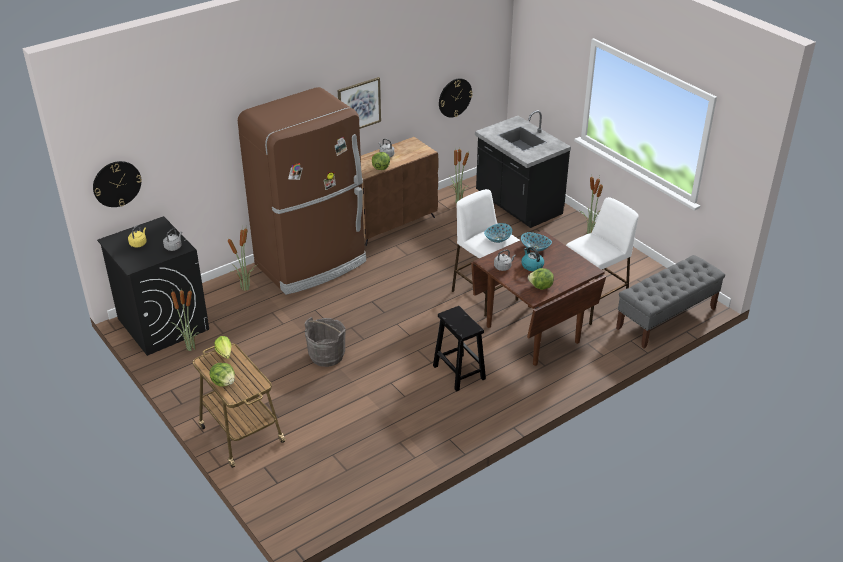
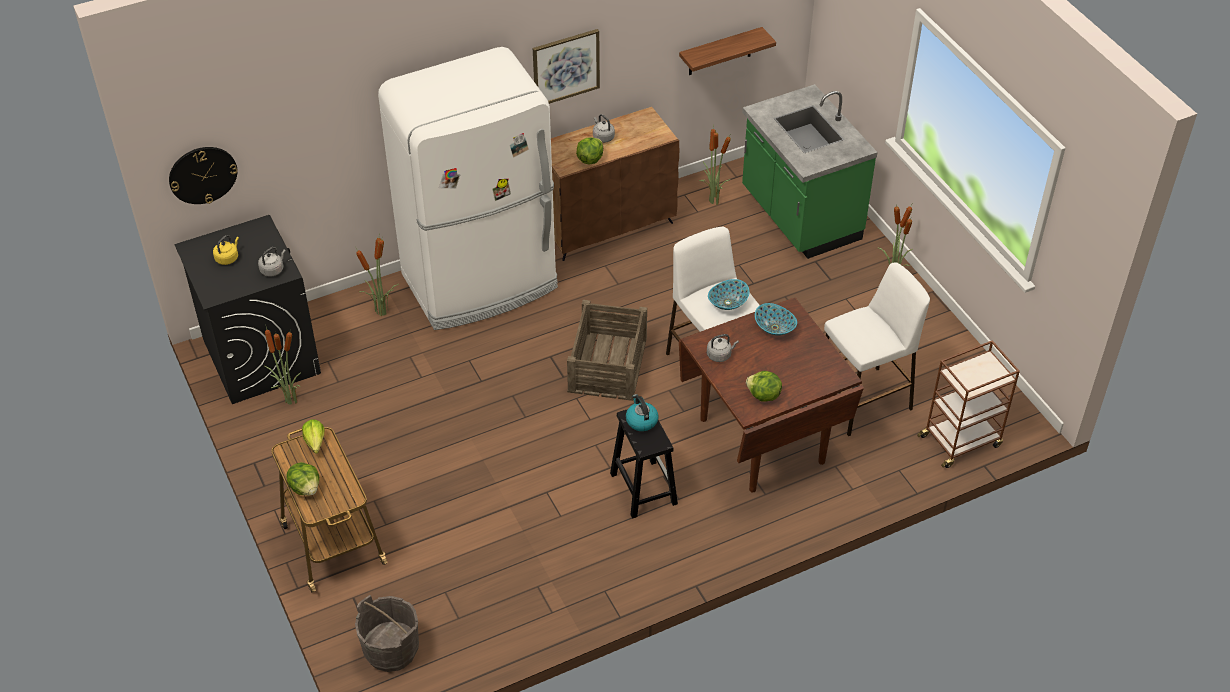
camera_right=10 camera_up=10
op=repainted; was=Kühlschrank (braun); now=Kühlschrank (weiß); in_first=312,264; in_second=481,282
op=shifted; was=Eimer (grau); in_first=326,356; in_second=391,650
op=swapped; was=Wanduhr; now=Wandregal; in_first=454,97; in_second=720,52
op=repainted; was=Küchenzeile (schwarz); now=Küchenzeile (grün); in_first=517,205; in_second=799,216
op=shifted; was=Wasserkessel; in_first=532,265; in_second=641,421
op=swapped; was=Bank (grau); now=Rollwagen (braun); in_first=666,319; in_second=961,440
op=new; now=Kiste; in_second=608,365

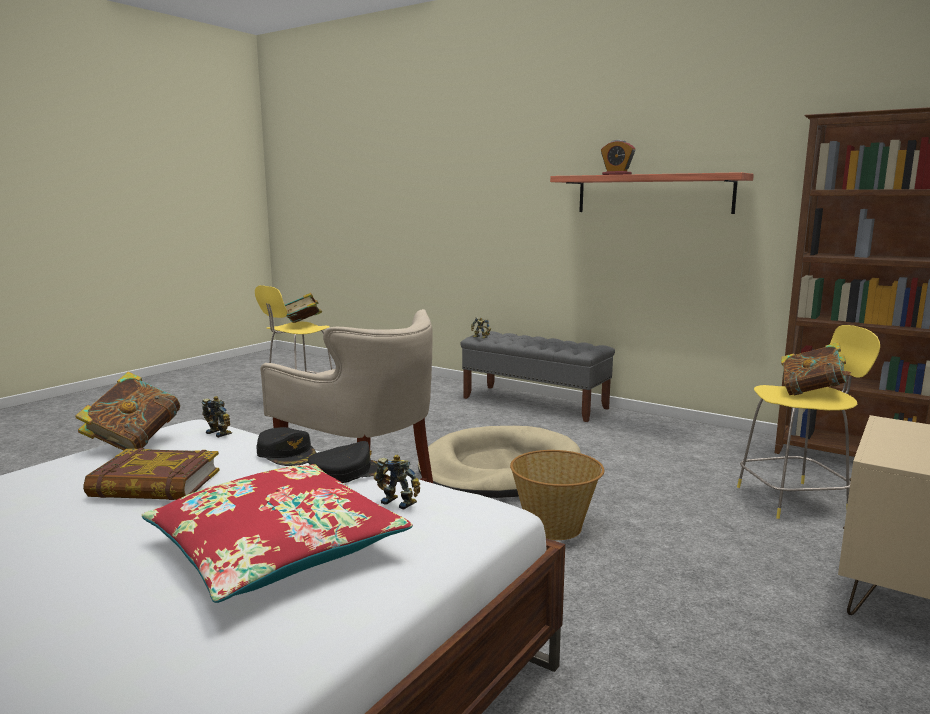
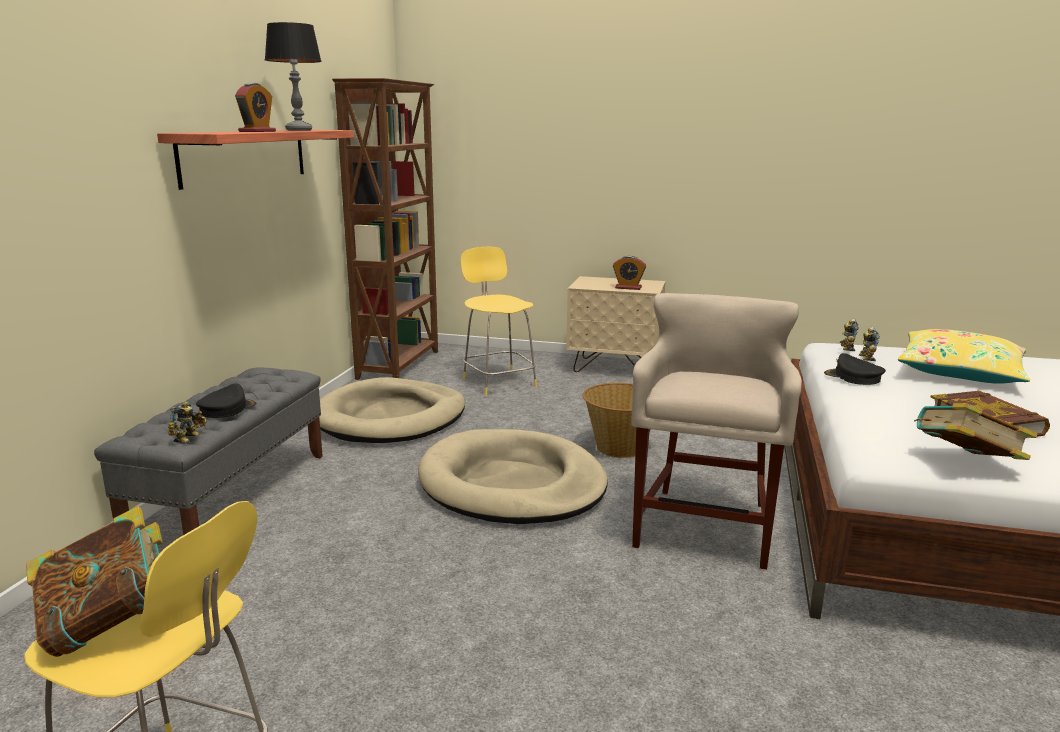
camera_right=-110 camera_up=5
op=repainted; was=Kissen (rot); now=Kissen (gelb); in_first=276,549; in_second=960,371
op=shifted; was=Spielzeugroboter; in_first=220,432; in_second=846,348
op=shifted; was=Kappe (schwarz); in_first=287,453; in_second=227,409
op=gone; was=Buch; in_first=811,393
op=new; now=Tischlampe; in_second=299,130
op=new; now=Hundebett (beige); in_second=390,417
op=new; now=Wecker; in_second=628,287

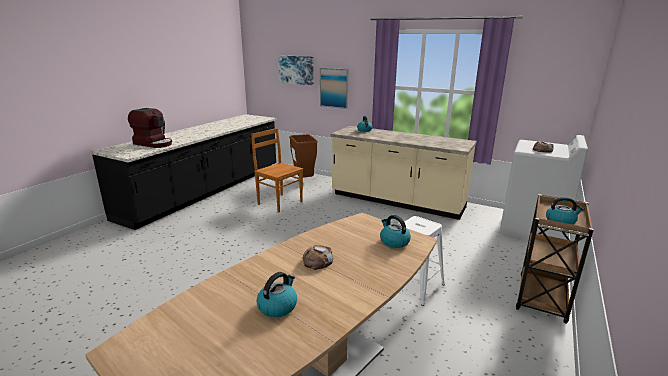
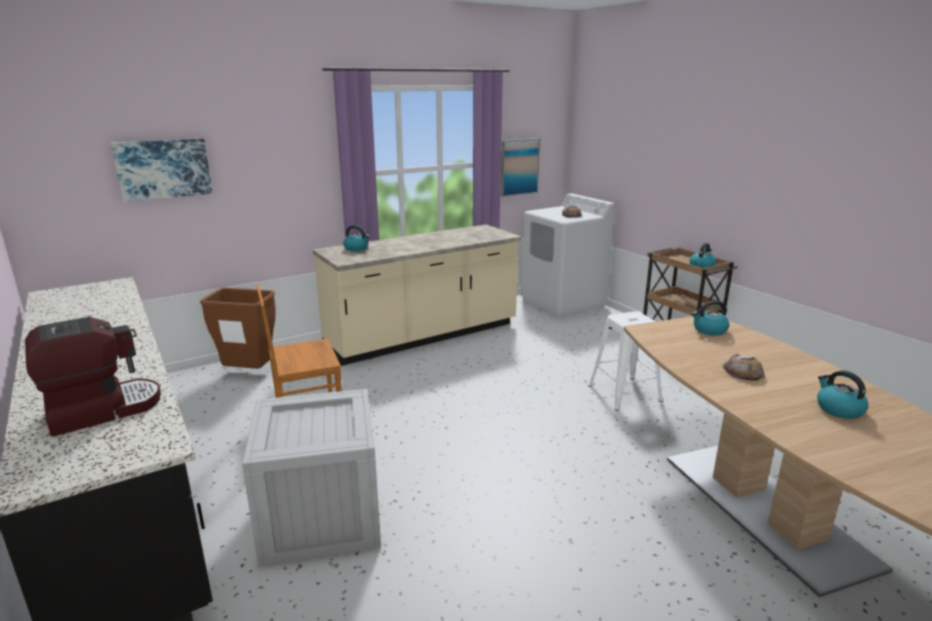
camera_right=-60 camera_up=0
op=shifted; was=Bild; in_first=334,88; in_second=519,167
op=new; now=Kiste; in_second=319,516

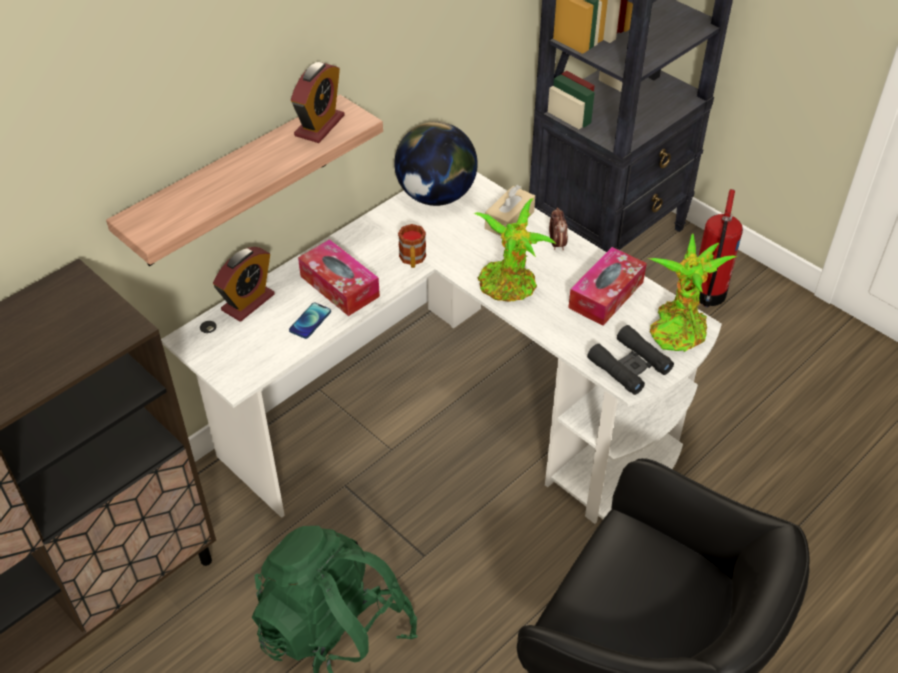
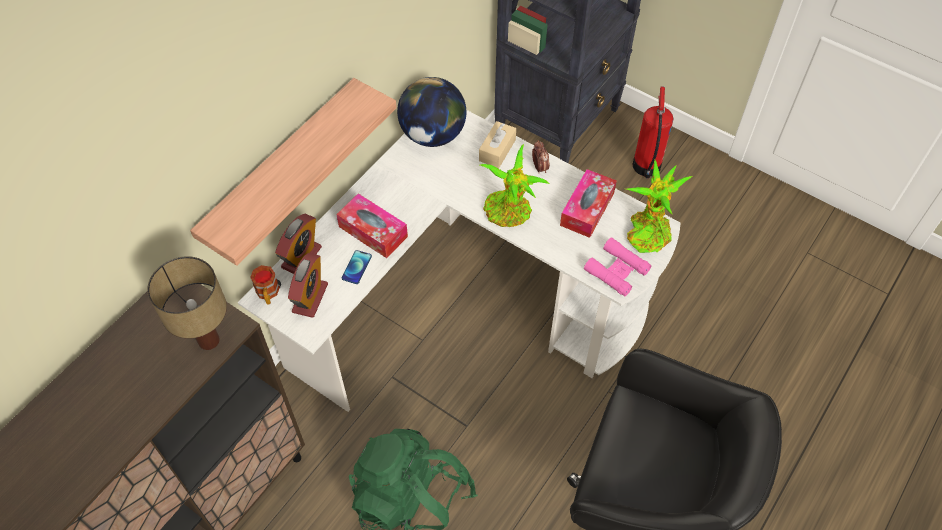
camera_right=-10 camera_up=10
op=shifted; was=Wecker; in_first=319,126; in_second=310,298
op=shifted; was=Henkelbecher; in_first=412,260; in_second=268,294
op=repainted; was=Fernglas (schwarz); now=Fernglas (rosa); in_first=629,366; in_second=616,271
op=new; now=Tischlampe; in_second=207,340

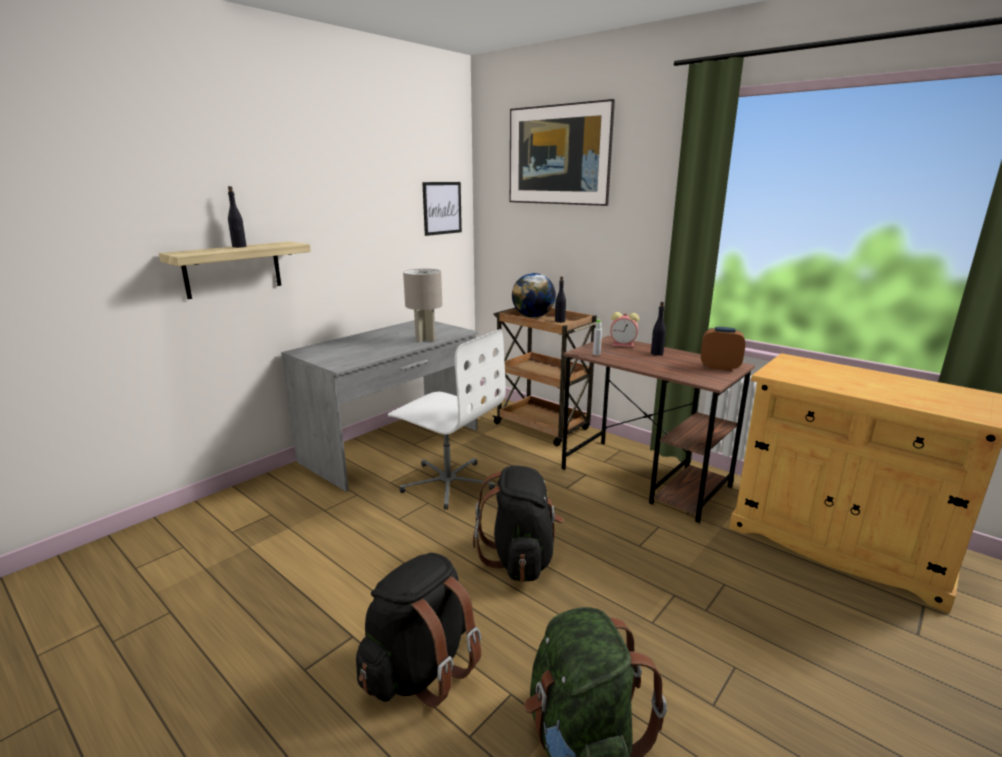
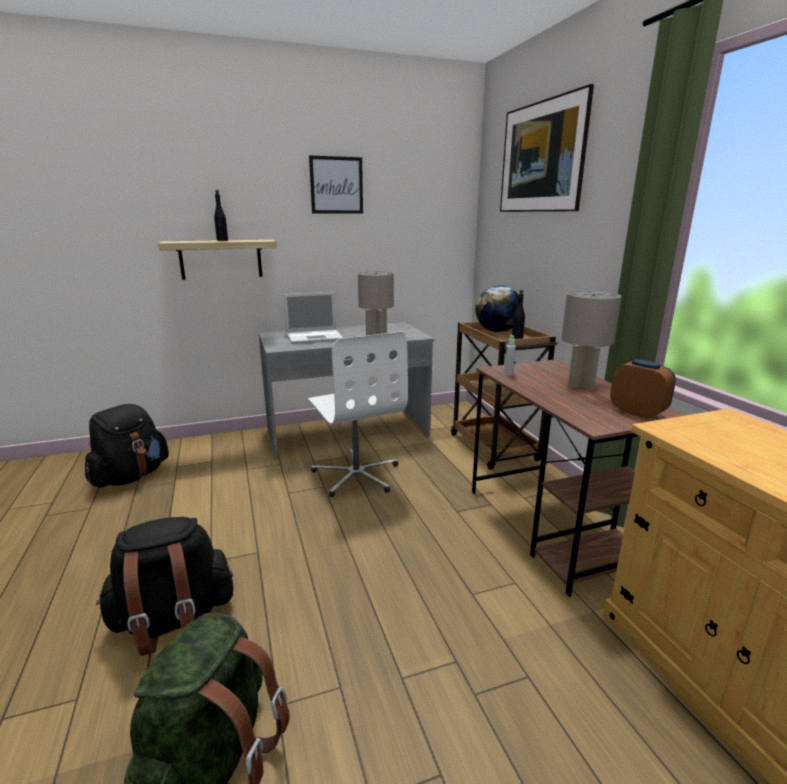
camera_right=30 camera_up=0
op=shifted; was=Bild; in_first=442,208; in_second=336,185
op=shifted; was=Rucksack (schwarz); in_first=520,558; in_second=131,476
op=gone; was=Wecker; in_first=623,345
op=swapped; was=Flasche (schwarz); now=Tischlampe (grau); in_first=657,353; in_second=580,385
op=new; now=Laptop; in_second=315,337

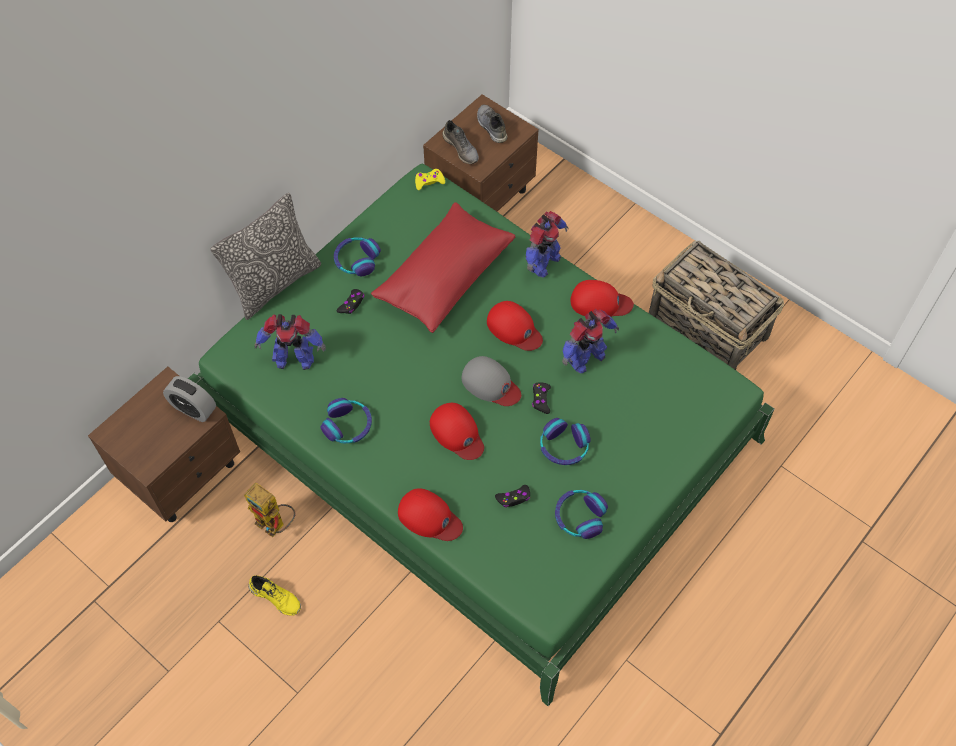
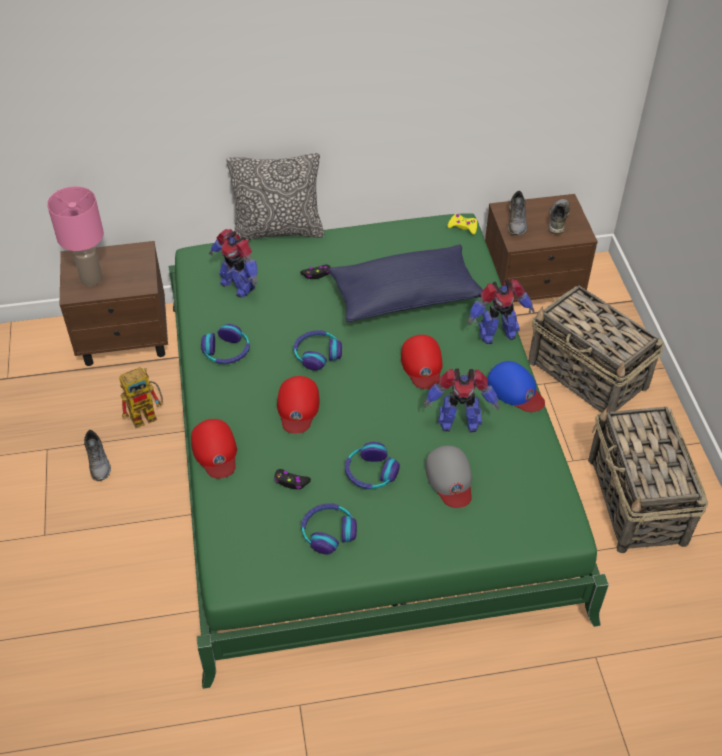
camera_right=40 camera_up=-10
op=gone; was=Wecker; in_first=193,409
op=rotated; was=Spielzeugroboter; in_first=275,525; in_second=148,414; clockwise=-105
op=repainted; was=Schuh (gelb); now=Schuh (grau); in_first=276,597; in_second=98,461
op=shifted; was=Kopfhörer; in_first=356,260; in_second=317,354
op=repainted; was=Kissen (rot); now=Kissen (blau); in_first=445,277; in_second=405,297
op=shifted; was=Kappe (grau); in_first=490,384; in_second=450,479
op=gone; was=Gamepad (schwarz); in_first=541,399
op=repainted; was=Kappe (rot); now=Kappe (blau); in_first=600,302; in_second=515,390
op=new; now=Tischlampe (rosa); in_second=91,278
op=new; now=Korb; in_second=588,376

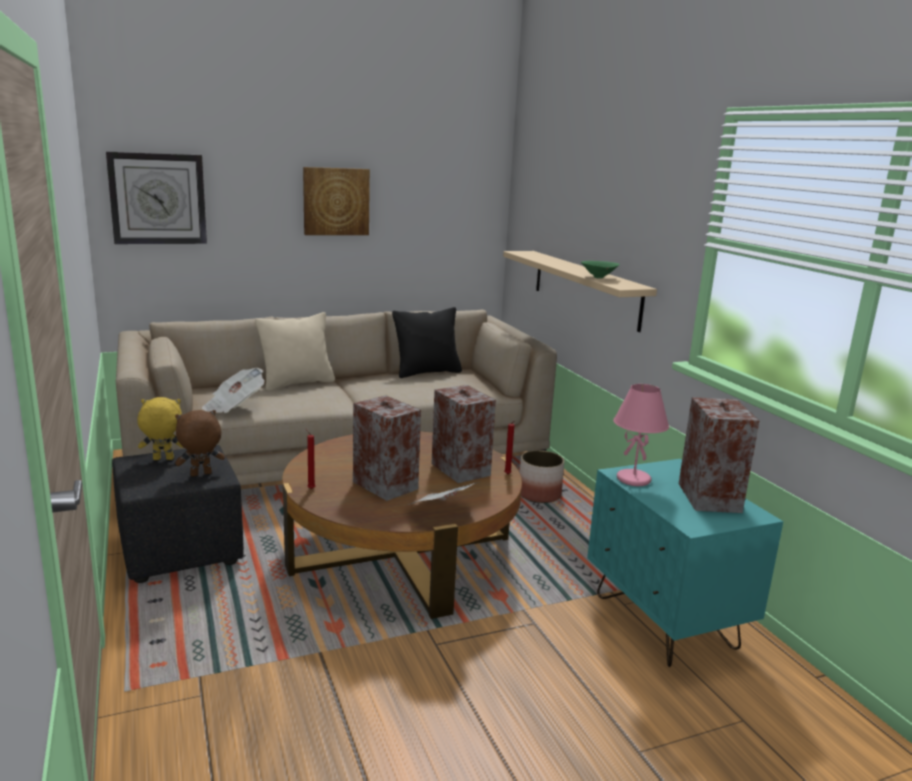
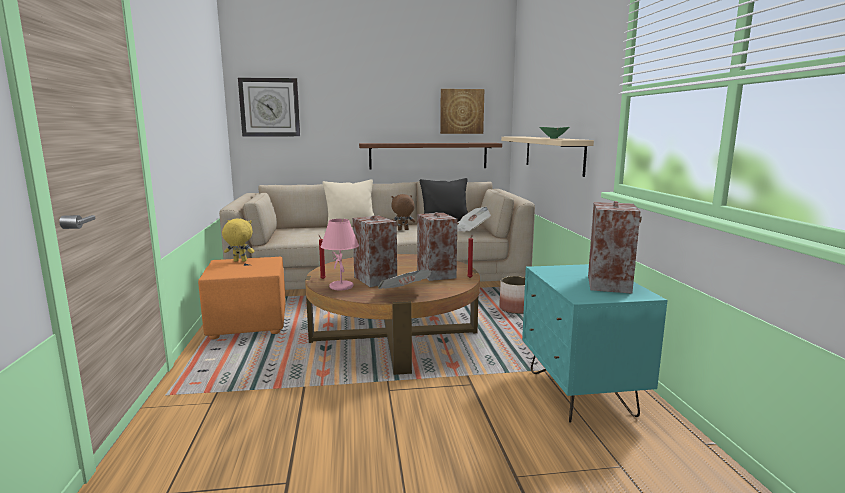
camera_right=15 camera_up=-5
op=repainted; was=Polsterhocker (schwarz); now=Polsterhocker (orange); in_first=179,552; in_second=247,325
op=shifted; was=Plüschtier (braun); in_first=201,475; in_second=402,230
op=shifted; was=Zeitung; in_first=234,406; in_second=471,230
op=shifted; was=Bild; in_first=336,201; in_second=461,111
op=shifted; was=Tischlampe (rosa); in_first=634,479; in_second=342,287
op=new; now=Wandregal (braun); in_second=428,155

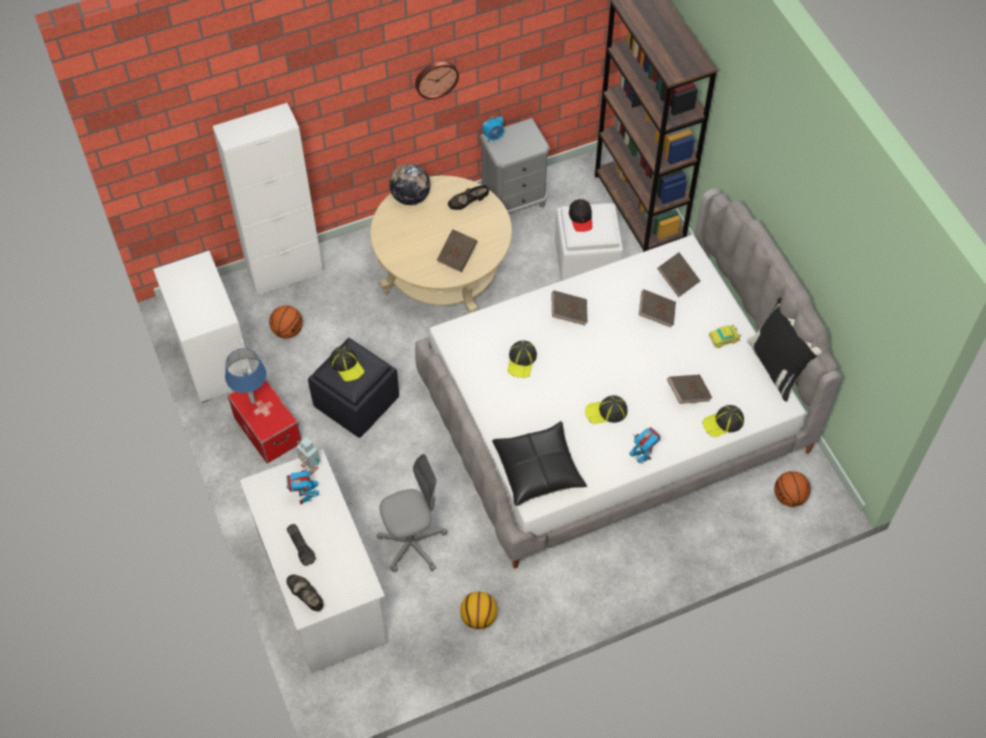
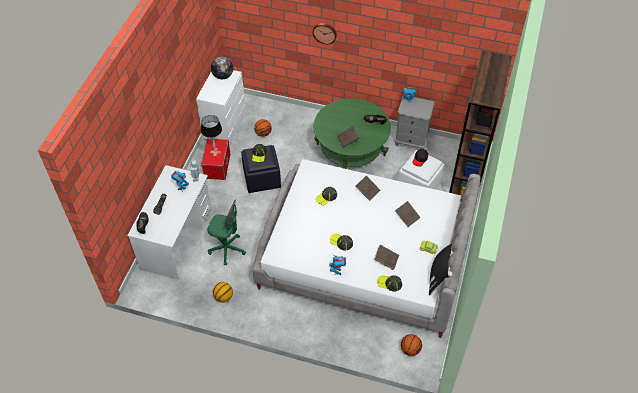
camera_right=40 camera_up=-5
op=gone; was=Schrank (weiß); in_first=285,272
op=repainted; was=Tischlampe (blau); now=Tischlampe (schwarz); in_first=253,401; in_second=214,147
op=repainted; was=Couchtisch (beige); now=Couchtisch (grün); in_first=443,270; in_second=350,150
op=repainted; was=Bürostuhl (grau); now=Bürostuhl (grün); in_first=412,544; in_second=227,249
op=shifted; was=Globus; in_first=410,197; in_second=223,76
op=shifted; was=Wanduhr; in_first=436,78; in_second=325,32
op=gone; was=Kissen (schwarz); in_first=538,469
op=gone; was=Buch (braun); in_first=678,280

